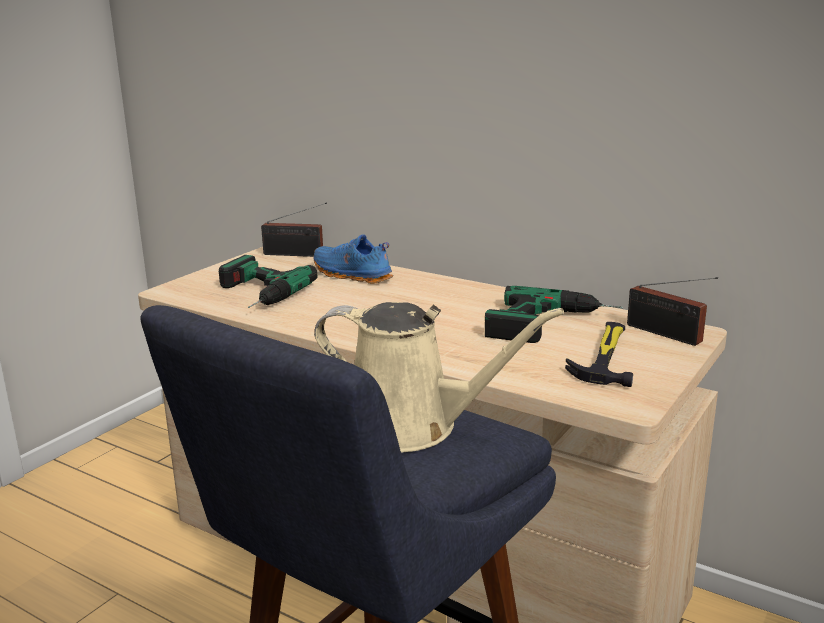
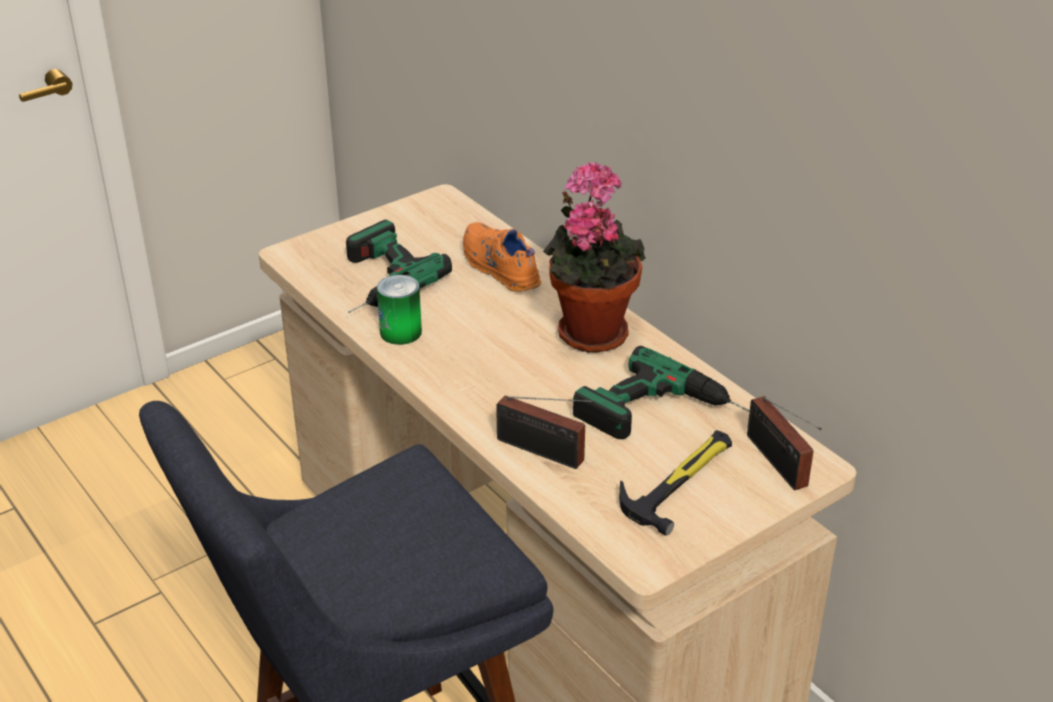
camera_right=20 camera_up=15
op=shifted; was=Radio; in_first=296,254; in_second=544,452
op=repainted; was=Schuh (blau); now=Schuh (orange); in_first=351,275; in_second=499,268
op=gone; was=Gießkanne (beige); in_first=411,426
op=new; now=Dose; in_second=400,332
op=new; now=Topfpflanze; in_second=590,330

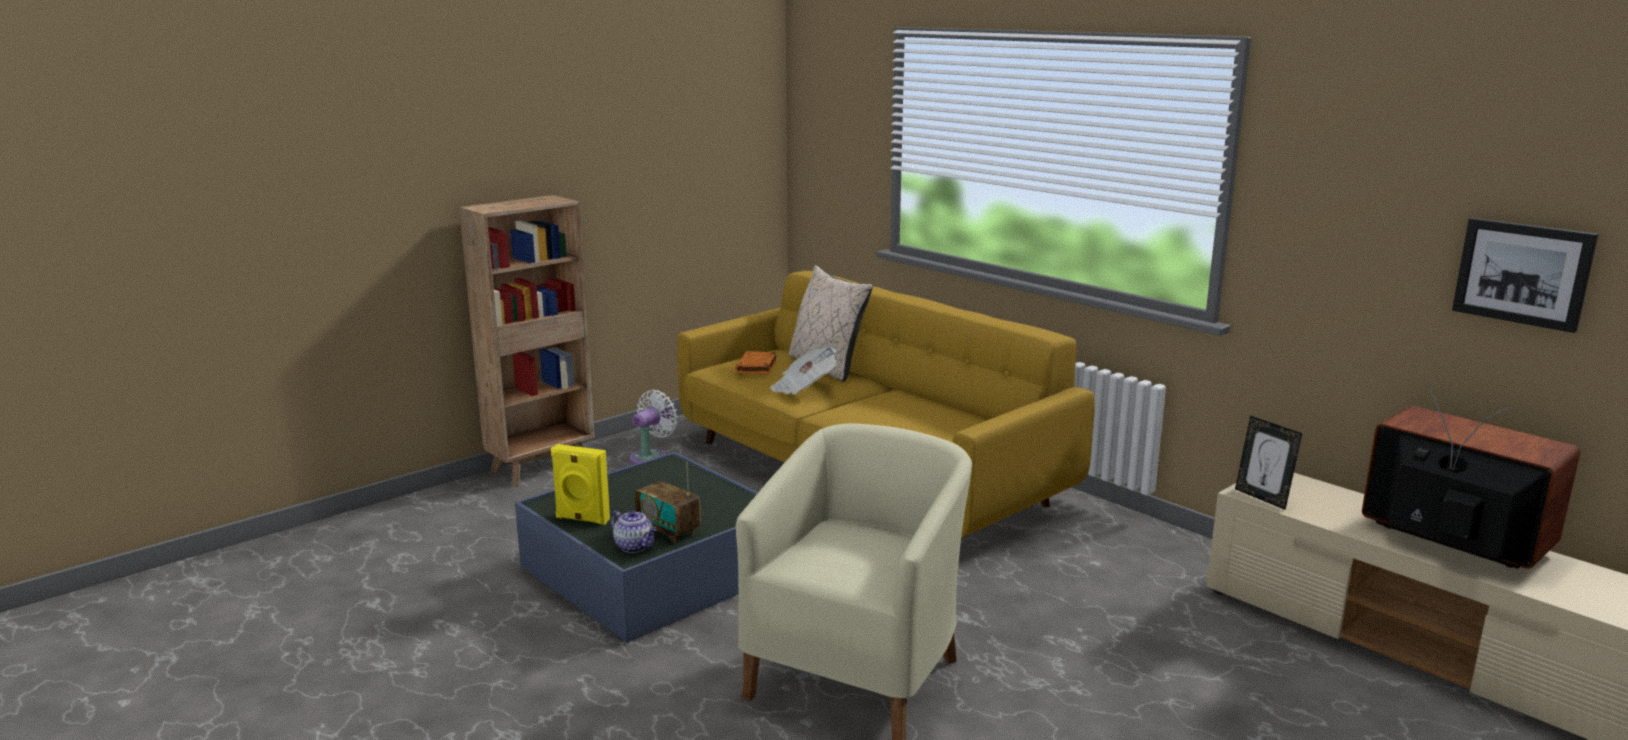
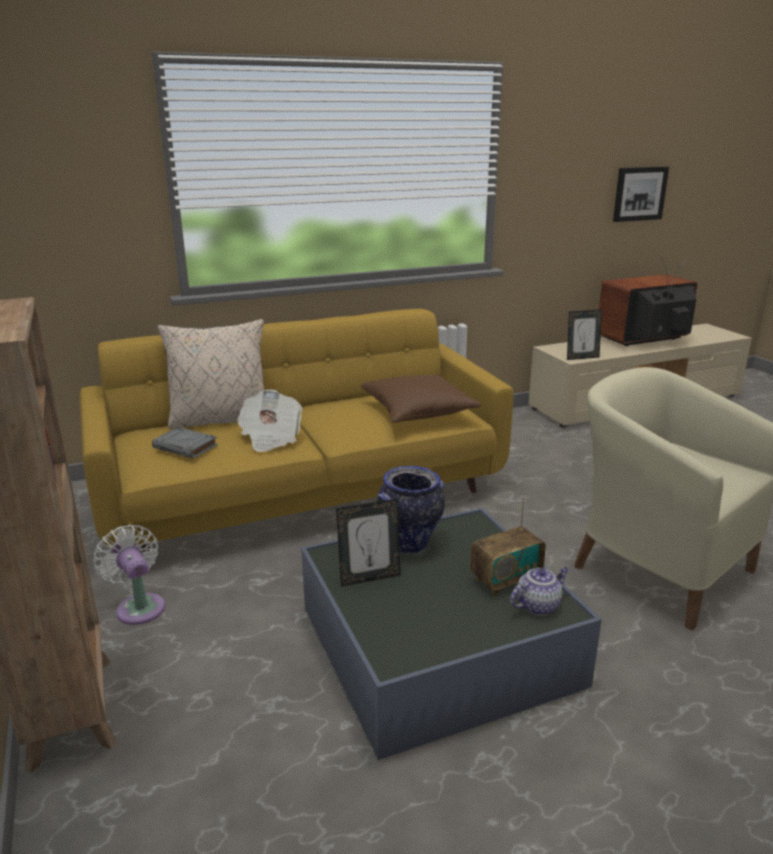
camera_right=-70 camera_up=5
op=gone; was=Lautsprecher (gelb); in_first=582,519
op=repainted; was=Buch (orange); now=Buch (grau); in_first=756,366; in_second=186,447
op=new; now=Bilderrahmen; in_second=369,578
op=new; now=Kissen (braun); in_second=418,412
op=new; now=Vase; in_second=410,544

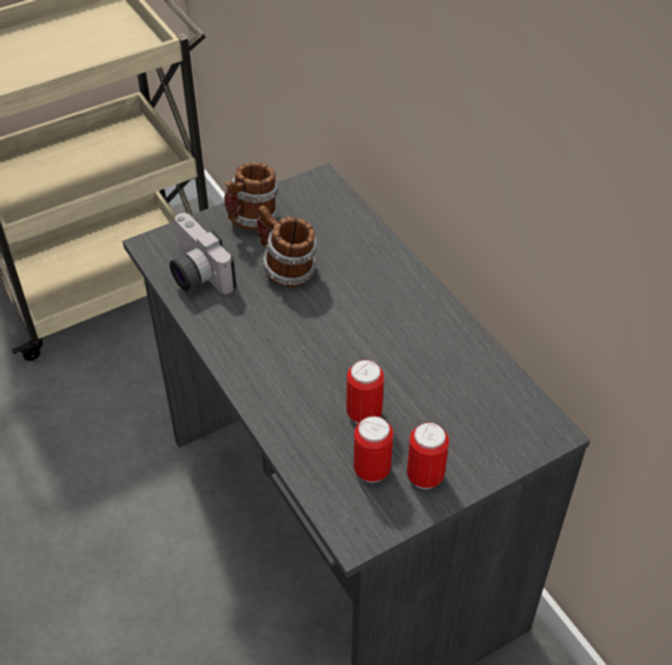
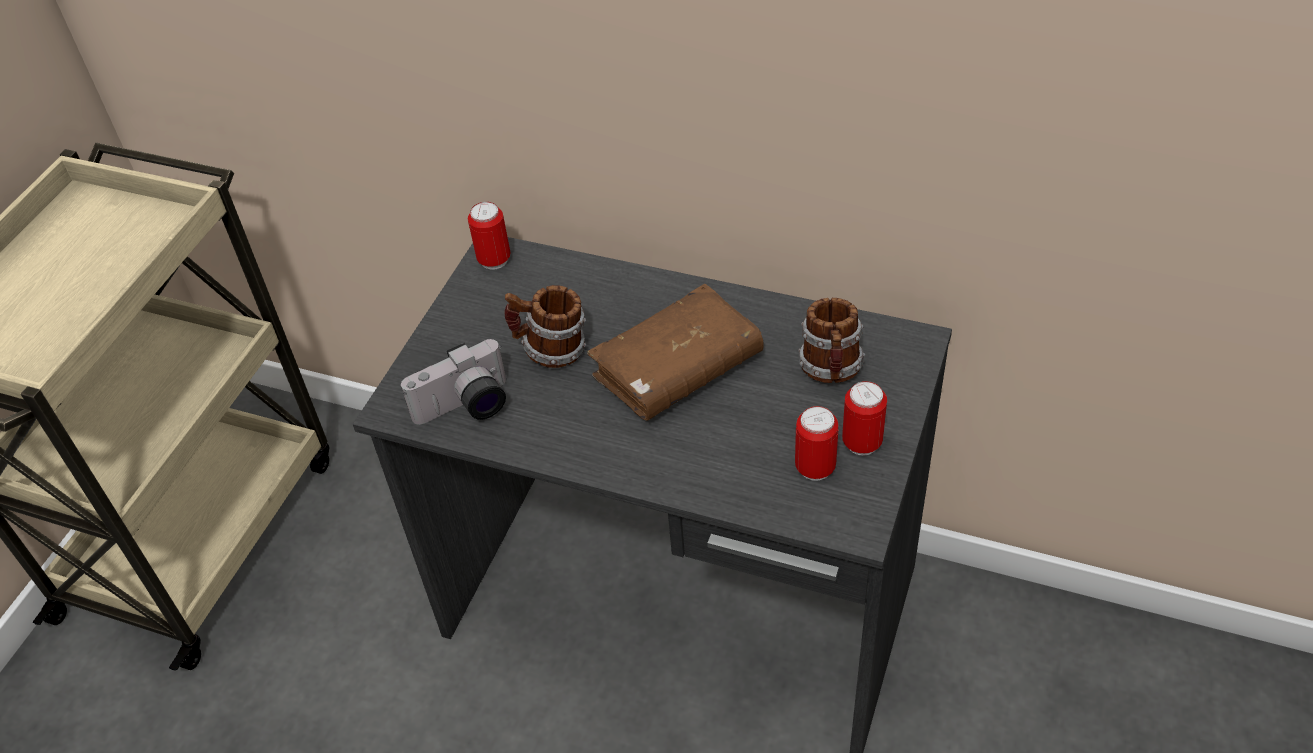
camera_right=-35 camera_up=0
op=rotated; was=Kamera; in_first=195,274; in_second=466,408; clockwise=-45
op=shifted; was=Henkelbecher; in_first=252,221; in_second=831,370
op=shifted; was=Dose; in_first=364,414; in_second=494,260
op=new; now=Buch (braun); in_second=677,368

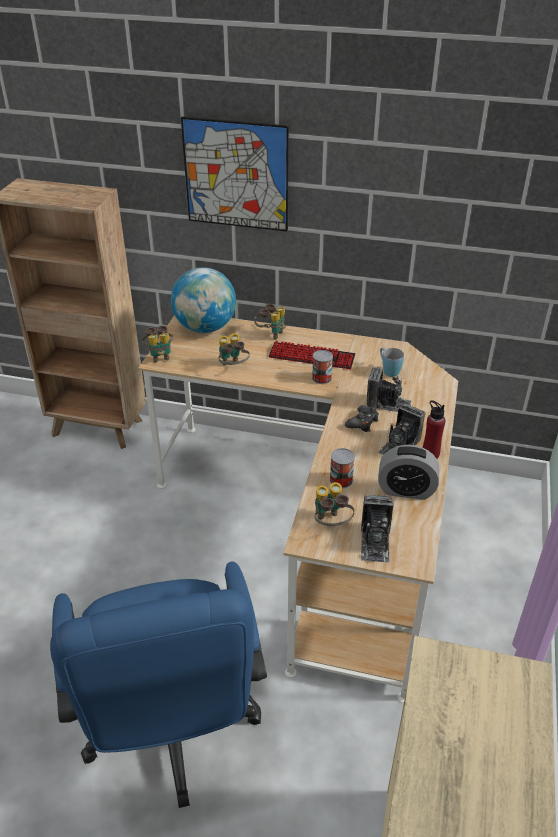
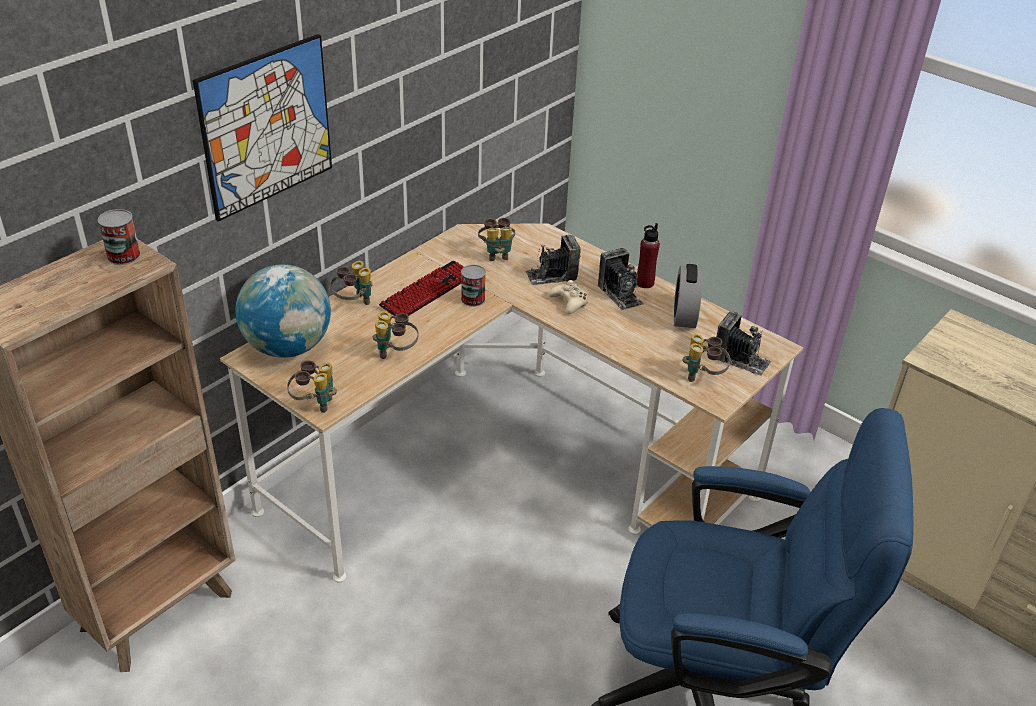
camera_right=-65 camera_up=0
op=shifted; was=Dose; in_first=341,480; in_second=123,256
op=repainted; was=Gamepad (schwarz); now=Gamepad (beige); in_first=362,423; in_second=569,302
op=rotated; was=Kamera; in_first=388,404; in_second=551,275; clockwise=-150
op=rotated; was=Wecker; in_first=406,490; in_second=684,316; clockwise=150
op=swapped; was=Henkelbecher (blau); now=Fernglas; in_first=388,370; in_second=497,254

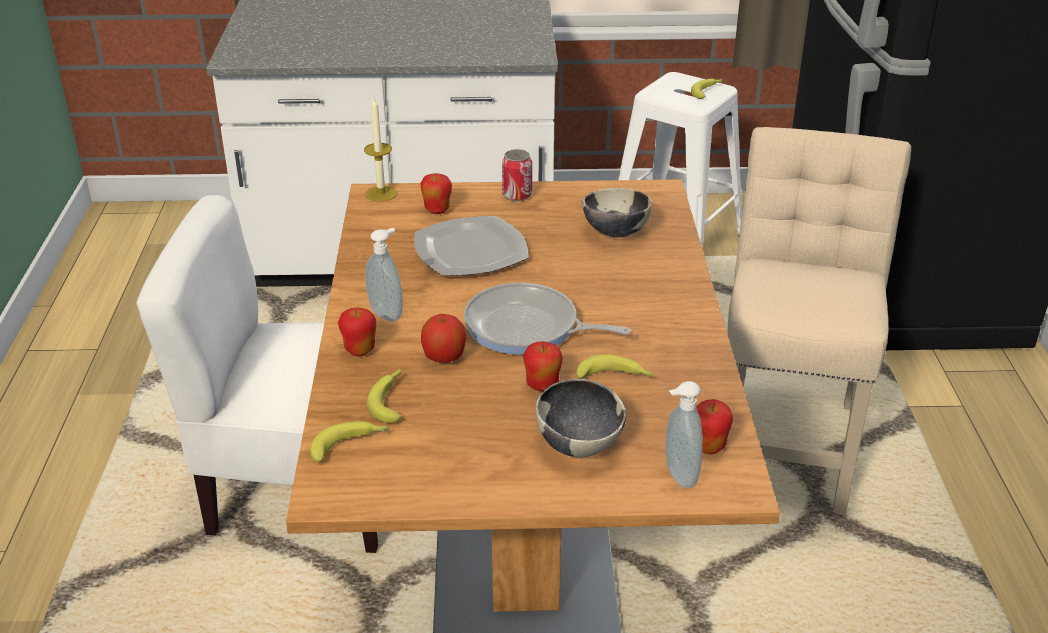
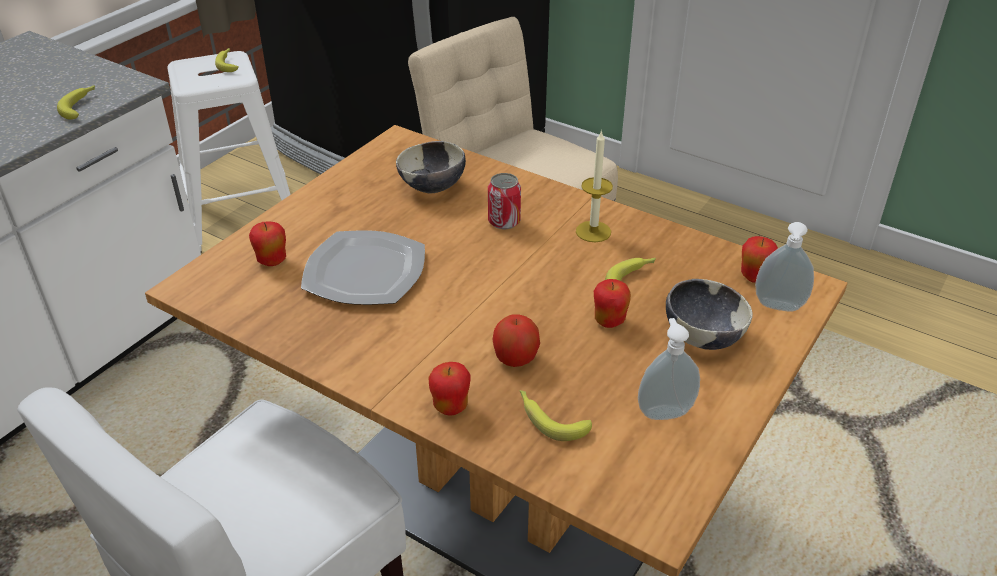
camera_right=-55 camera_up=5
op=shifted; was=Banane; in_first=350,445; in_second=81,106
op=shifted; was=Kerze; in_first=381,193; in_second=593,231
op=shifted; was=Seifenspender; in_first=387,313; in_second=664,411
op=gone; was=Pfanne; in_first=527,328
op=shifted; was=Dose; in_first=517,195; in_second=504,221

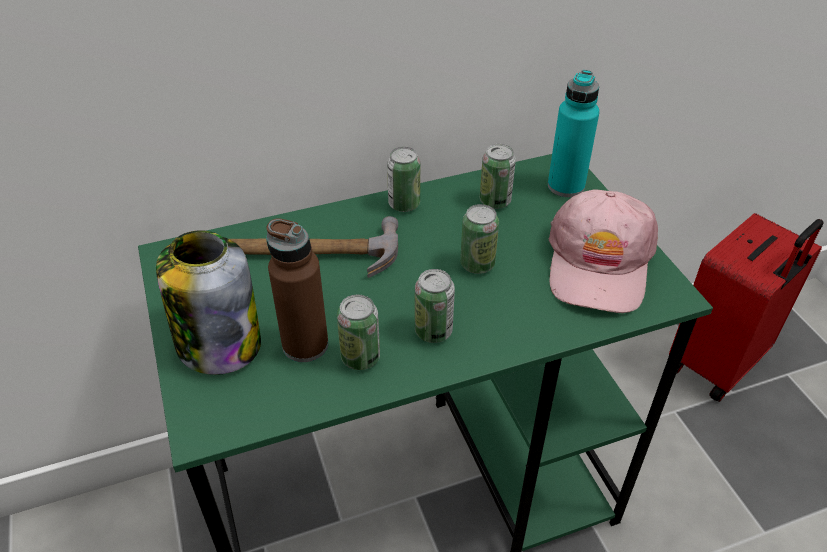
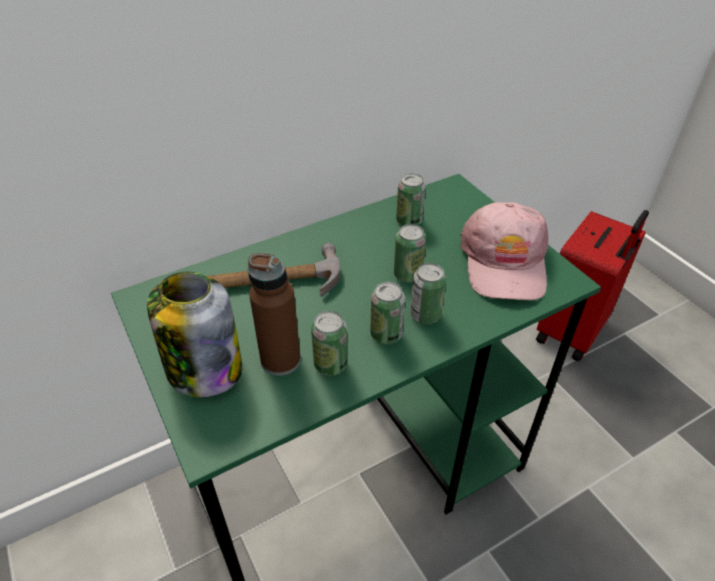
camera_right=-10 camera_up=0
op=shifted; was=Dose; in_first=404,204; in_second=425,315
op=gone; was=Flasche (türkis); in_first=566,186

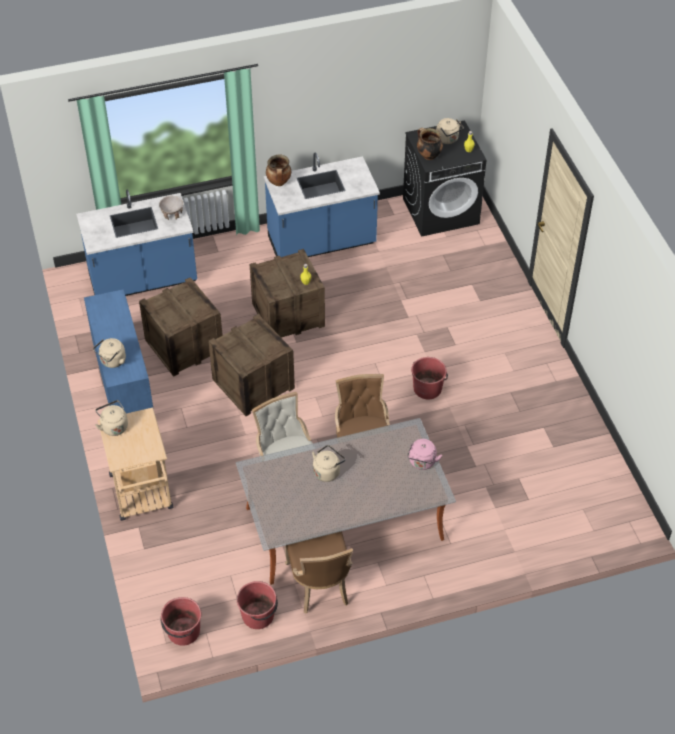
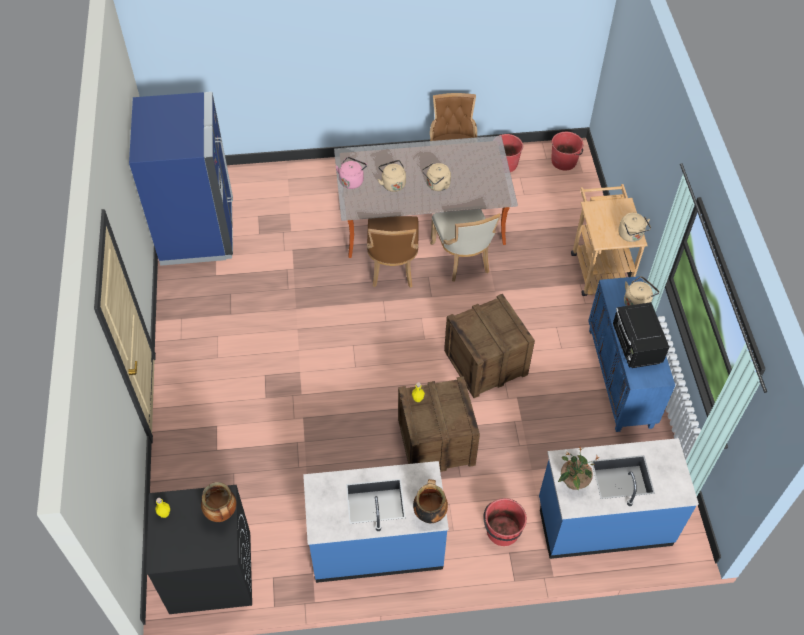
camera_right=-170 camera_up=5
op=gone; was=Kiste; in_first=184,345
op=swapped; was=Schüssel (beige); now=Topfpflanze; in_first=172,214; in_second=573,481
op=shifted; was=Eimer (rot); in_first=427,388; in_second=502,531
op=shifted; was=Wasserkessel (beige); in_first=448,139; in_second=392,183
op=new; now=Kühlschrank (blau); in_second=197,230
op=new; now=Mikrowelle (schwarz); in_second=636,346

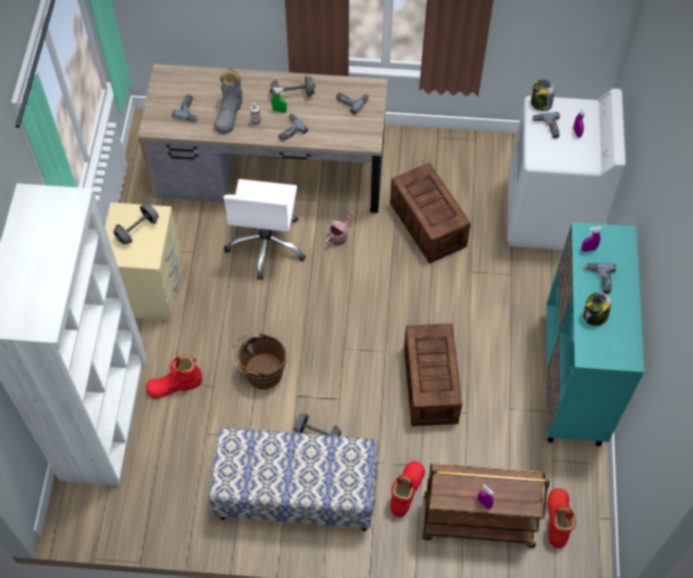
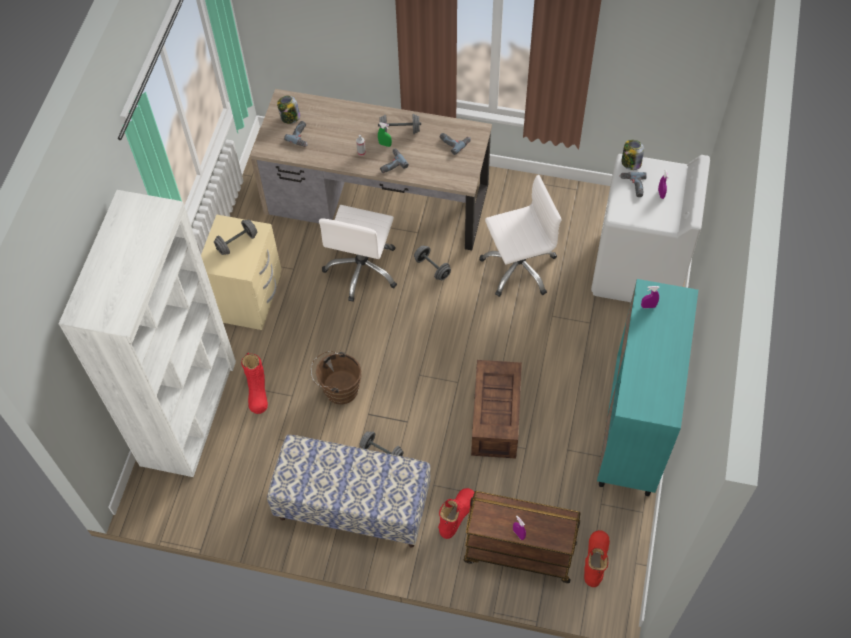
camera_right=10 camera_up=0
op=rotated; was=Stiefel (rot); in_first=174,385; in_second=257,391; clockwise=-90
op=gone; was=Stiefel (grau); in_first=229,113
op=swapped; was=Gießkanne; now=Hantel (grau); in_first=339,235; in_second=432,268
op=swapped; was=Kiste; now=Bürostuhl (weiß); in_first=428,225; in_second=518,267
op=shifted; was=Vorratsglas; in_first=594,316; in_second=290,117
op=gone; was=Bohrmaschine; in_first=599,279

